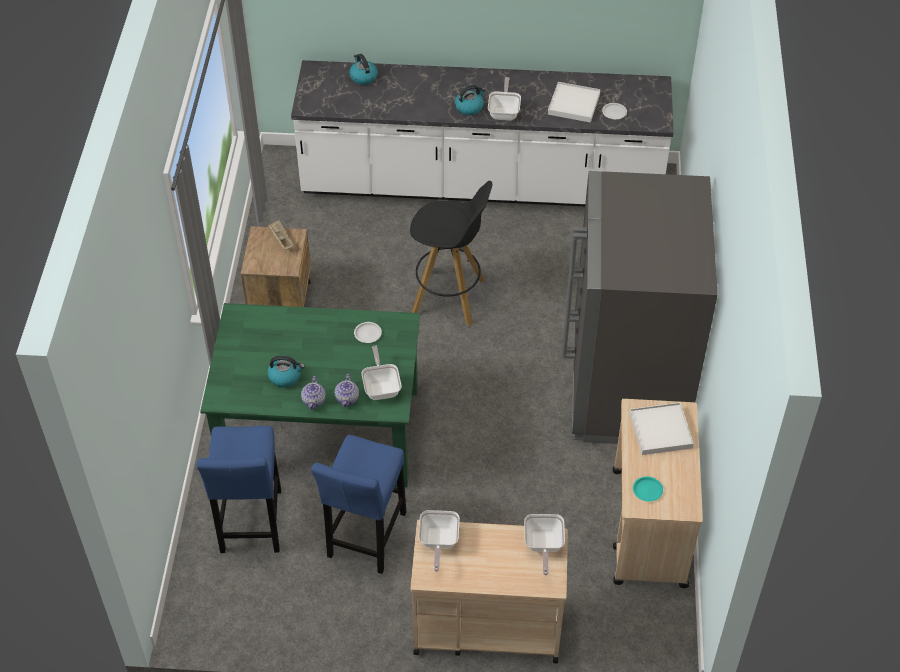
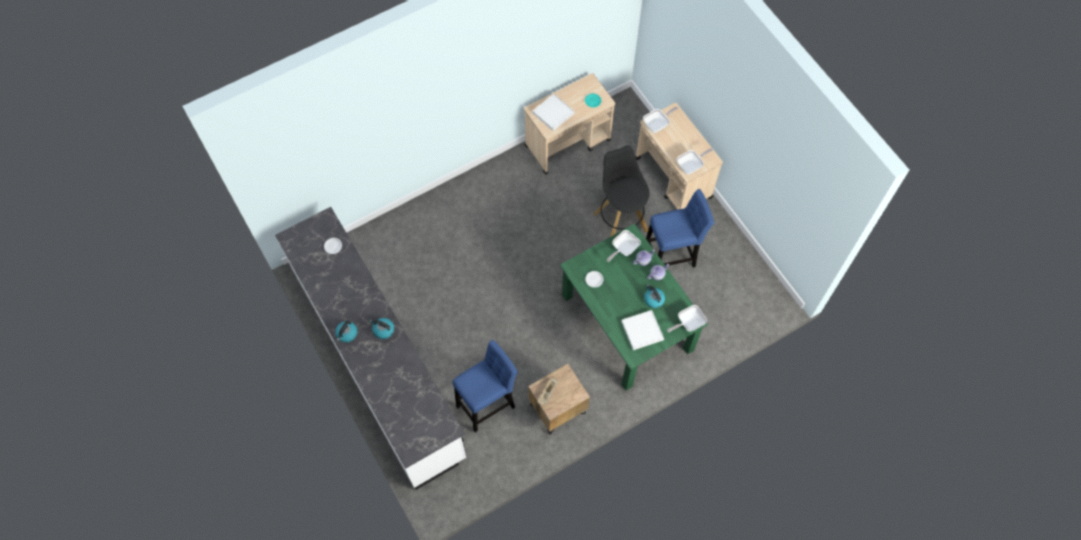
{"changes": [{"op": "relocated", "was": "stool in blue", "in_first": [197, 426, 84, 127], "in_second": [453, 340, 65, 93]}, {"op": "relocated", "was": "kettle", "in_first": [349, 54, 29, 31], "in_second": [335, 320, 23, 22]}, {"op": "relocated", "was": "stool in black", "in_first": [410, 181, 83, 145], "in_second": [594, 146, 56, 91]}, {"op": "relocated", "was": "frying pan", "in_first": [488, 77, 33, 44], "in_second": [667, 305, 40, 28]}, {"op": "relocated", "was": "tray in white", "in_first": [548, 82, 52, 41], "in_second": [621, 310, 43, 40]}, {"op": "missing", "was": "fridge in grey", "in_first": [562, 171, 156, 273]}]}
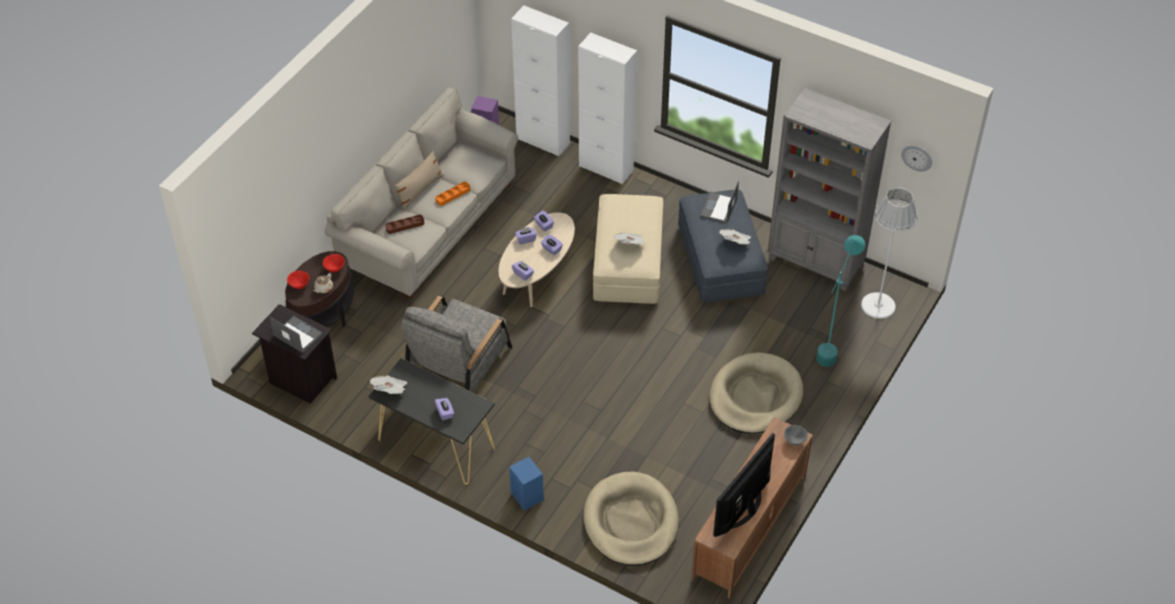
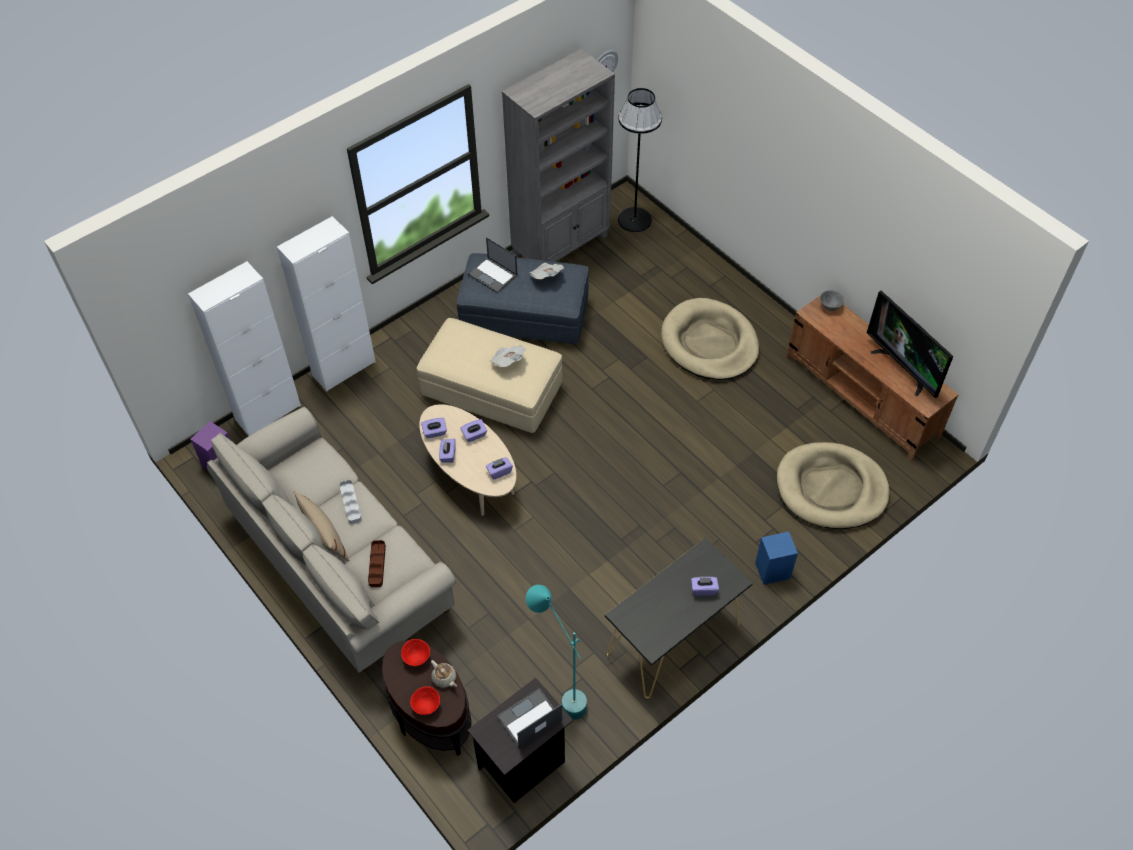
{"changes": [{"op": "missing", "was": "newspaper", "in_first": [370, 375, 37, 19]}, {"op": "missing", "was": "armchair in grey", "in_first": [402, 295, 110, 97]}, {"op": "colour", "was": "tray in orange", "now": "tray in grey", "in_first": [435, 182, 36, 24], "in_second": [339, 480, 23, 44]}, {"op": "relocated", "was": "floor lamp in turquoise", "in_first": [816, 235, 49, 132], "in_second": [526, 585, 61, 135]}, {"op": "colour", "was": "floor lamp in white", "now": "floor lamp in black", "in_first": [861, 188, 57, 131], "in_second": [618, 88, 44, 144]}]}
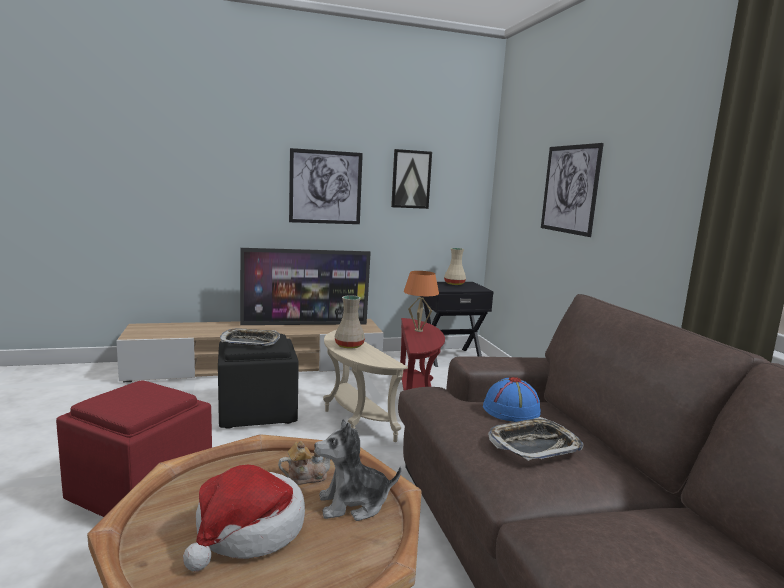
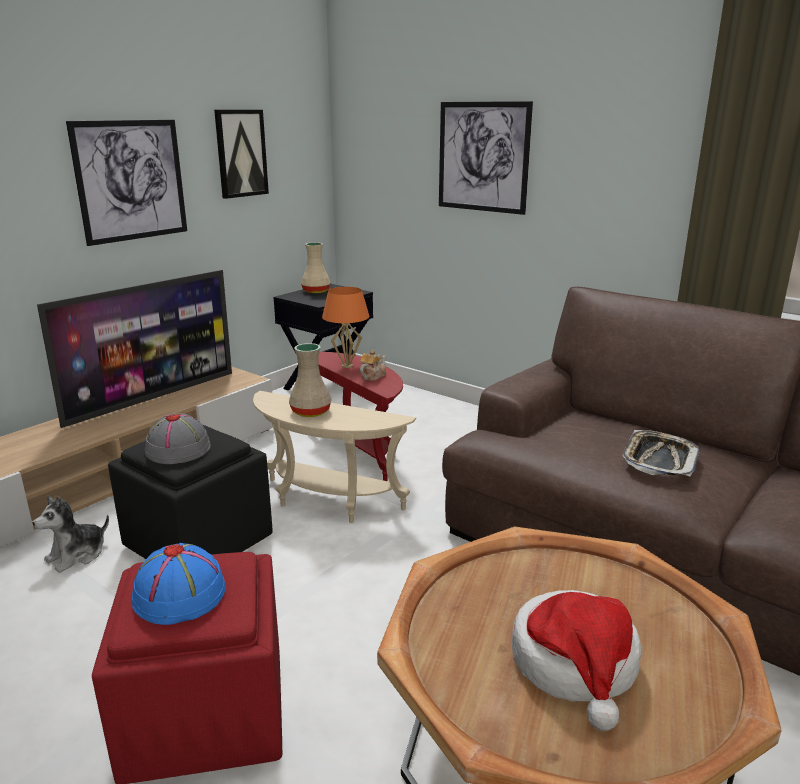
{"changes": [{"op": "exchanged", "was": "tray", "now": "hat in grey", "in_first": [220, 328, 60, 18], "in_second": [145, 413, 66, 51]}, {"op": "relocated", "was": "teapot", "in_first": [278, 441, 52, 44], "in_second": [360, 350, 26, 31]}, {"op": "relocated", "was": "plush toy", "in_first": [314, 419, 87, 102], "in_second": [32, 496, 77, 77]}, {"op": "relocated", "was": "hat in blue", "in_first": [483, 377, 58, 45], "in_second": [132, 543, 93, 82]}]}
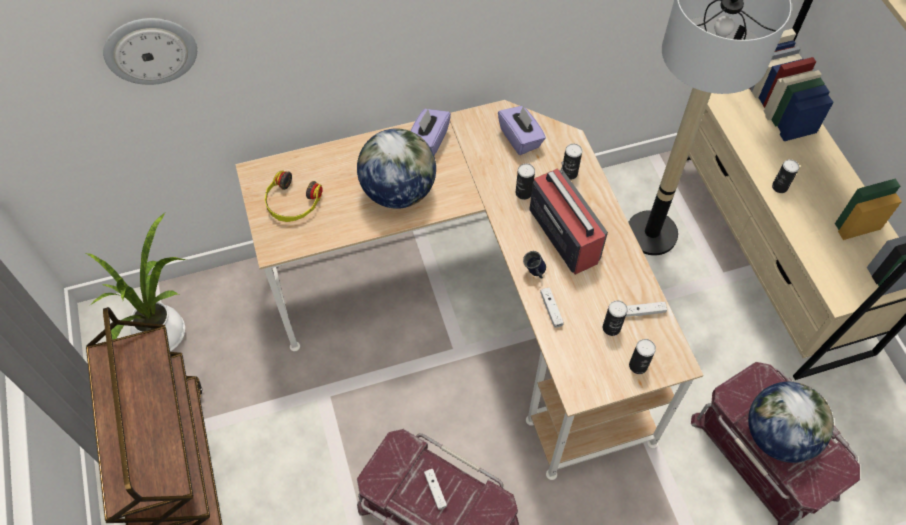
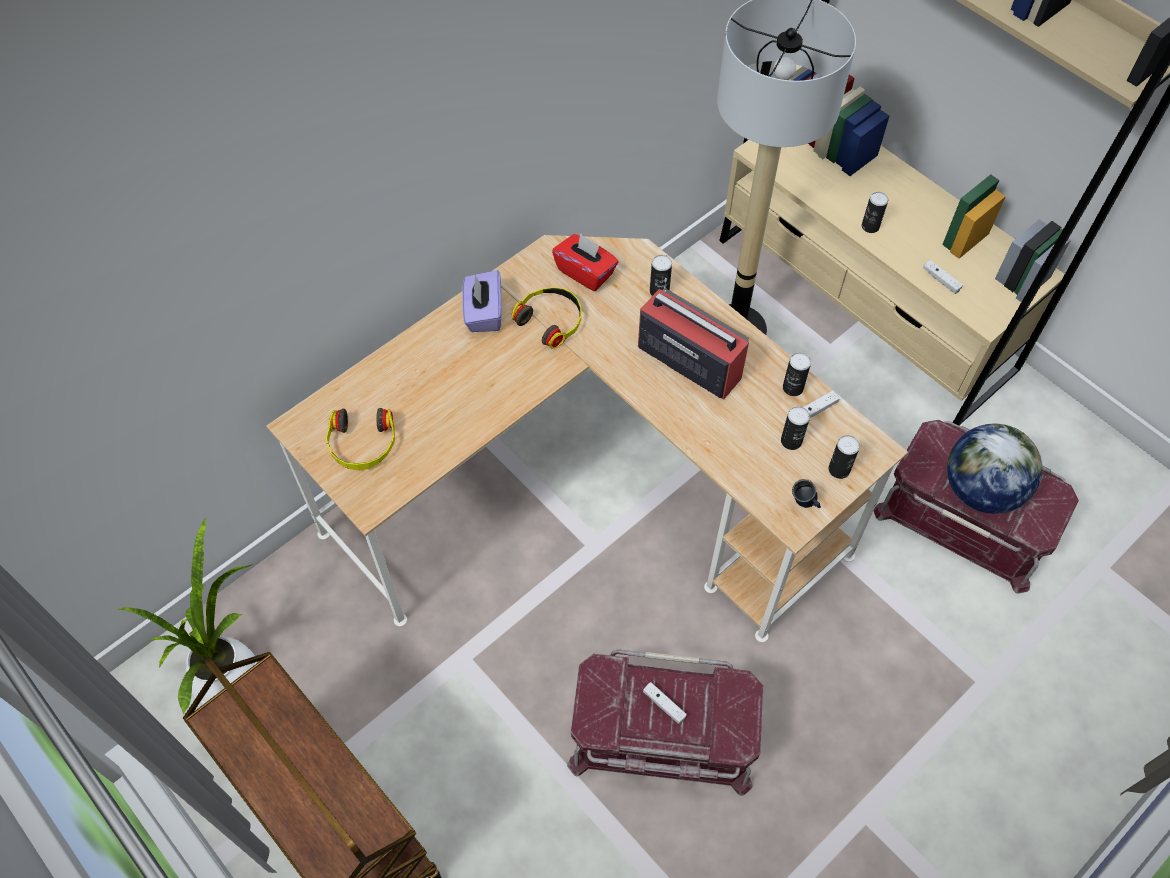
{"changes": [{"op": "missing", "was": "wall clock", "in_first": [103, 18, 94, 67]}, {"op": "missing", "was": "globe", "in_first": [357, 128, 79, 81]}, {"op": "colour", "was": "tissue box in purple", "now": "tissue box in red", "in_first": [498, 106, 48, 49], "in_second": [552, 233, 67, 58]}, {"op": "relocated", "was": "can", "in_first": [516, 164, 19, 36], "in_second": [783, 352, 28, 44]}, {"op": "relocated", "was": "mug in blue", "in_first": [523, 251, 23, 28], "in_second": [792, 479, 29, 29]}, {"op": "relocated", "was": "game controller in white", "in_first": [540, 287, 24, 41], "in_second": [923, 260, 40, 34]}, {"op": "appeared", "now": "headphones", "in_second": [512, 287, 69, 62]}]}
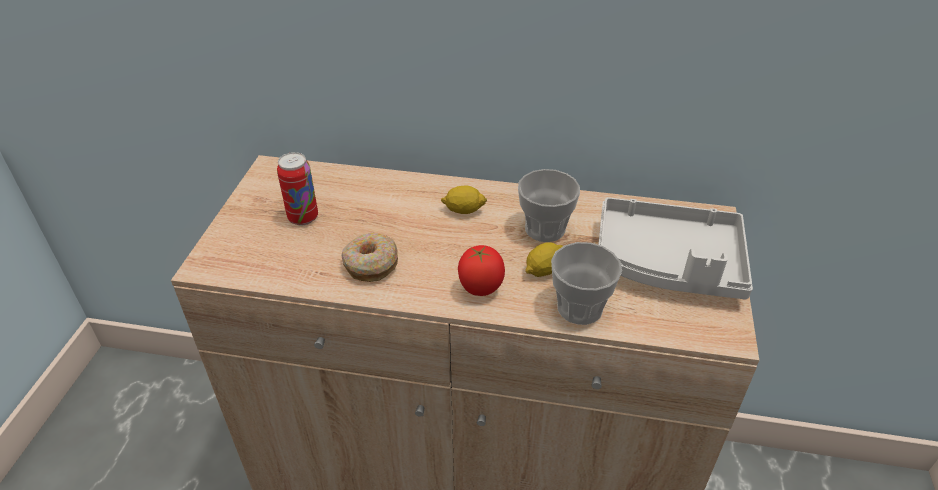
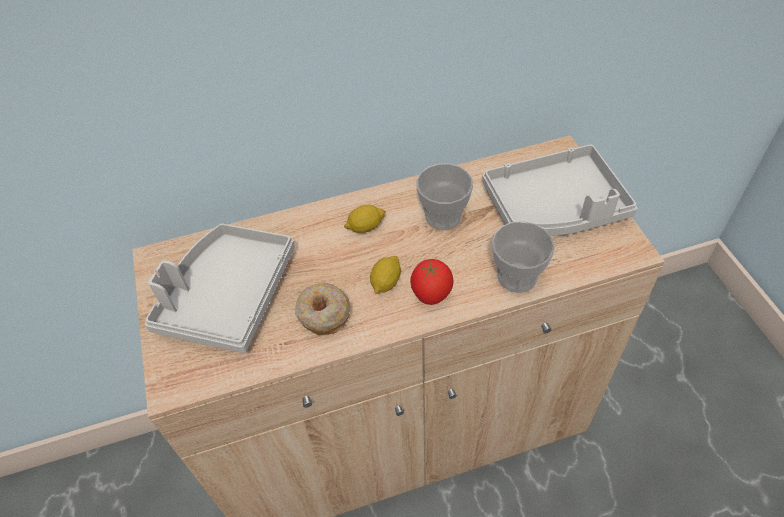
{"changes": [{"op": "exchanged", "was": "can", "now": "tray in grey", "in_first": [277, 152, 41, 74], "in_second": [145, 224, 150, 129]}, {"op": "relocated", "was": "lemon", "in_first": [526, 242, 37, 35], "in_second": [370, 256, 31, 38]}]}
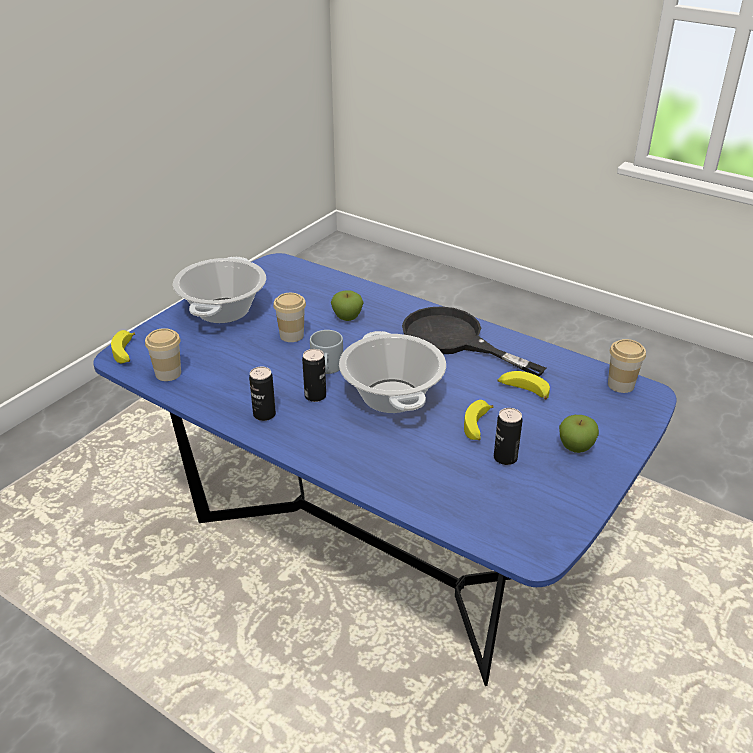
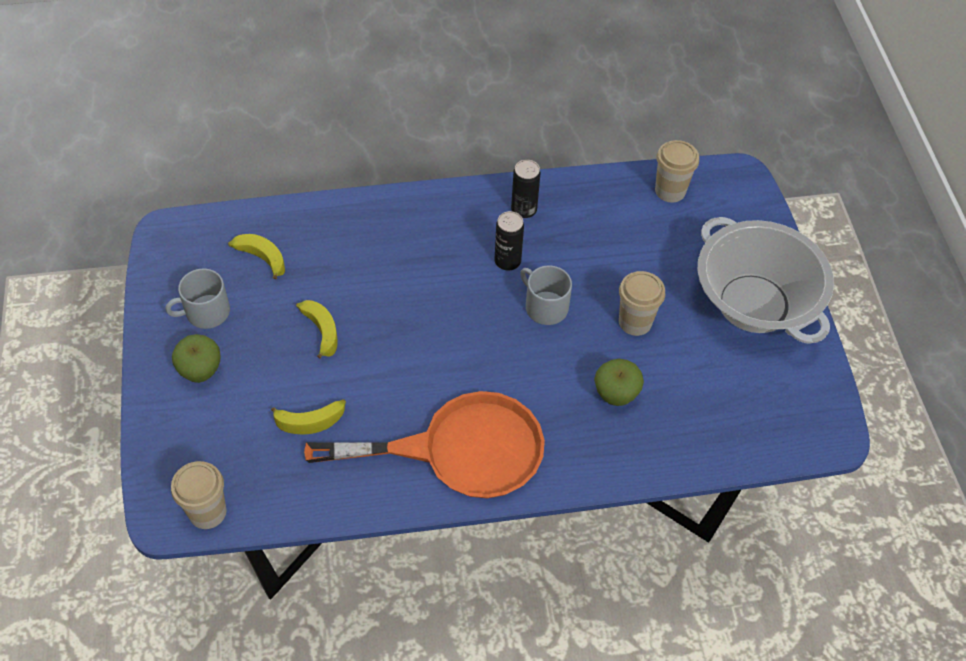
{"changes": [{"op": "relocated", "was": "banana", "in_first": [111, 330, 24, 33], "in_second": [228, 234, 57, 45]}, {"op": "missing", "was": "cooking pot", "in_first": [339, 331, 107, 82]}, {"op": "colour", "was": "frying pan in black", "now": "frying pan in orange", "in_first": [402, 306, 144, 71], "in_second": [304, 391, 241, 107]}, {"op": "missing", "was": "can", "in_first": [494, 408, 29, 57]}, {"op": "appeared", "now": "mug in grey", "in_second": [165, 269, 65, 60]}]}
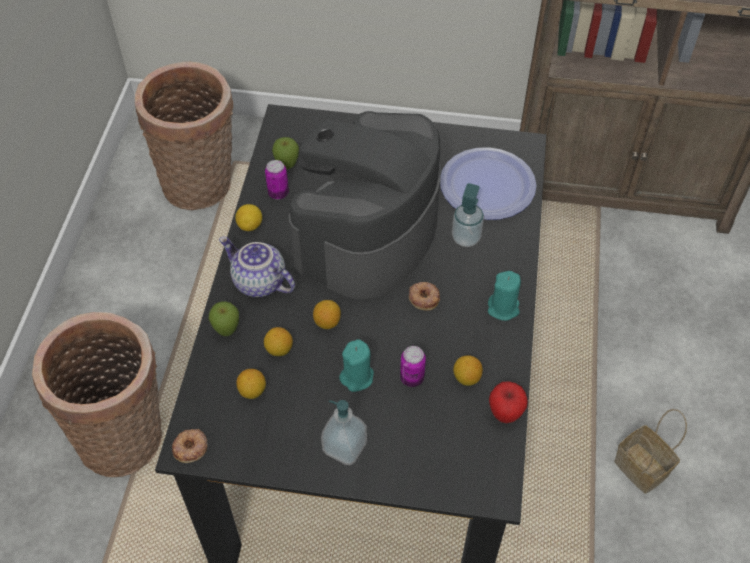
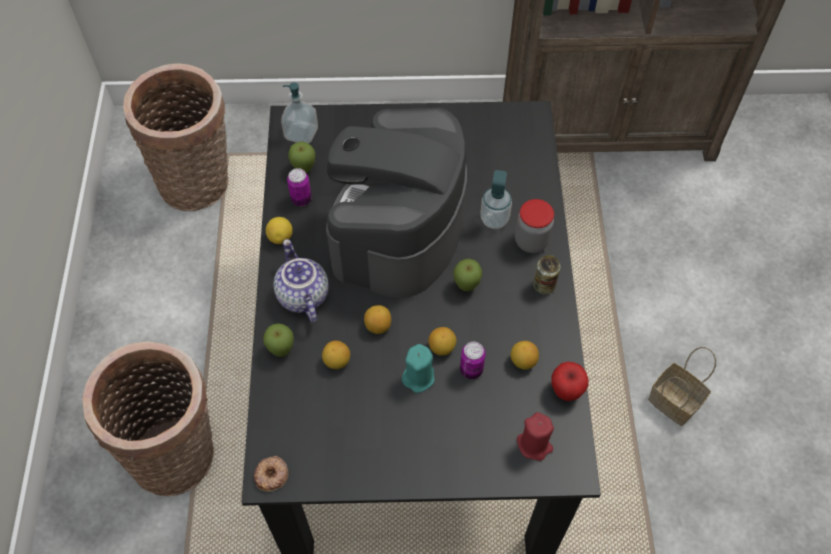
{"changes": [{"op": "spun", "was": "teapot", "in_first": [219, 237, 76, 60], "in_second": [273, 239, 56, 84], "clockwise": 45}, {"op": "relocated", "was": "lemon", "in_first": [236, 369, 30, 30], "in_second": [428, 327, 28, 29]}, {"op": "relocated", "was": "soap dispenser", "in_first": [321, 400, 46, 65], "in_second": [281, 83, 37, 61]}, {"op": "exchanged", "was": "donut", "now": "apple", "in_first": [409, 282, 31, 29], "in_second": [453, 259, 29, 32]}, {"op": "missing", "was": "plate", "in_first": [440, 147, 97, 73]}, {"op": "exchanged", "was": "candle in turquoise", "now": "can", "in_first": [488, 271, 33, 50], "in_second": [533, 255, 27, 39]}, {"op": "appeared", "now": "jar", "in_second": [515, 199, 39, 54]}, {"op": "appeared", "now": "candle in red", "in_second": [517, 412, 37, 49]}]}
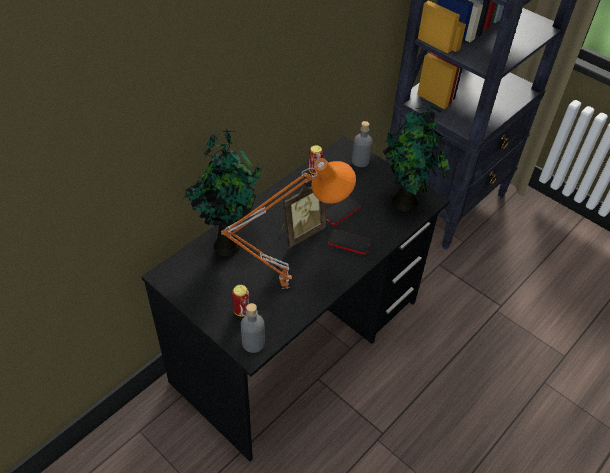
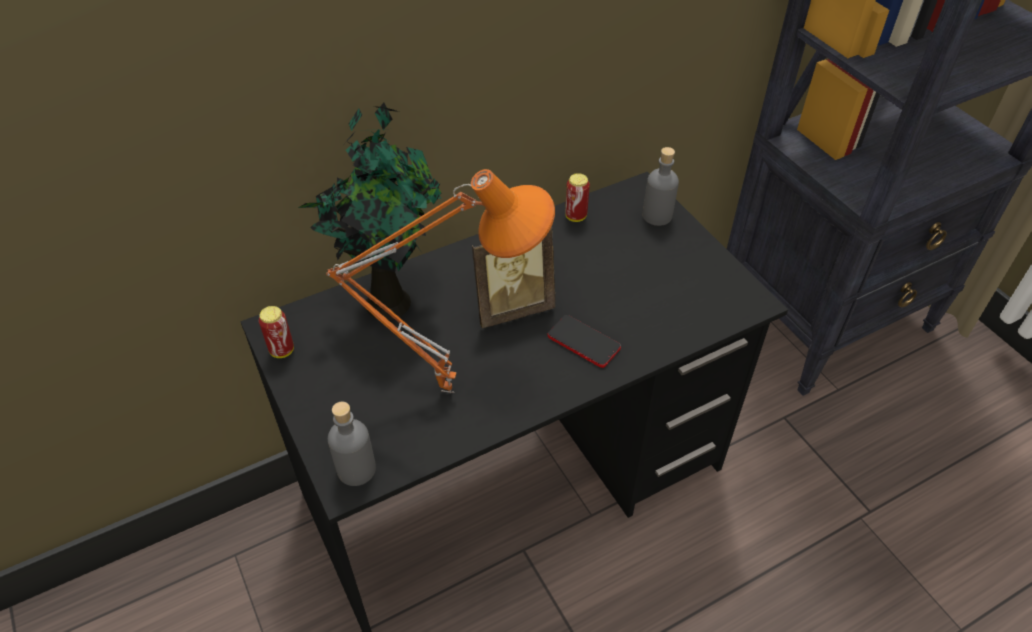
{"changes": [{"op": "relocated", "was": "can", "in_first": [232, 285, 17, 32], "in_second": [259, 306, 35, 52]}, {"op": "missing", "was": "phone", "in_first": [326, 197, 35, 29]}, {"op": "missing", "was": "potted plant", "in_first": [382, 106, 68, 106]}]}
